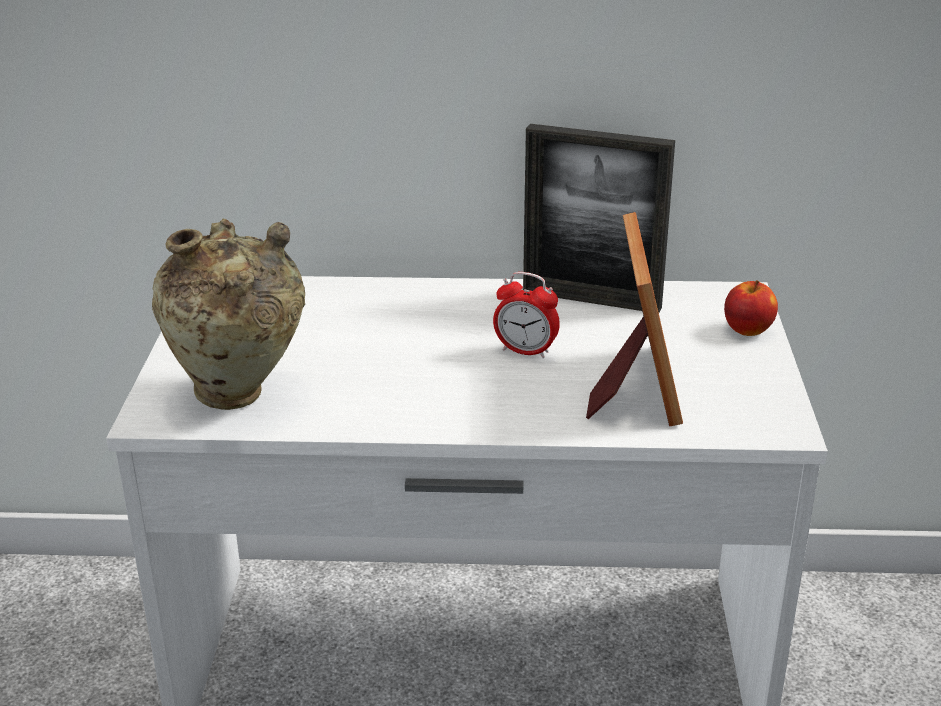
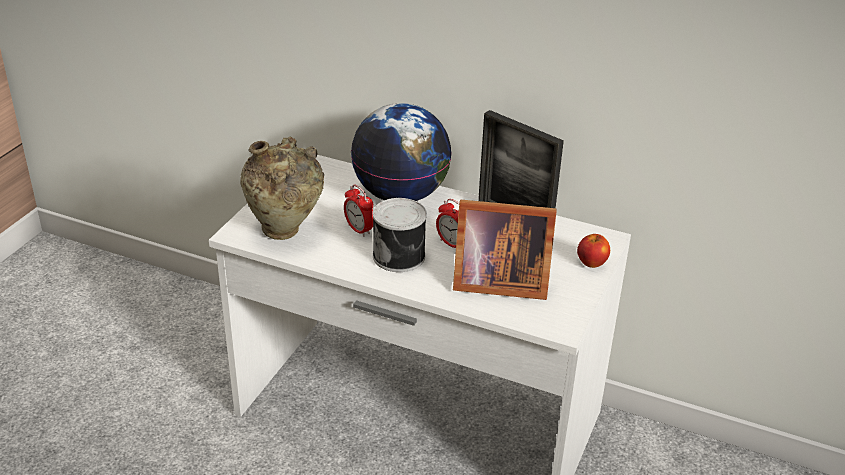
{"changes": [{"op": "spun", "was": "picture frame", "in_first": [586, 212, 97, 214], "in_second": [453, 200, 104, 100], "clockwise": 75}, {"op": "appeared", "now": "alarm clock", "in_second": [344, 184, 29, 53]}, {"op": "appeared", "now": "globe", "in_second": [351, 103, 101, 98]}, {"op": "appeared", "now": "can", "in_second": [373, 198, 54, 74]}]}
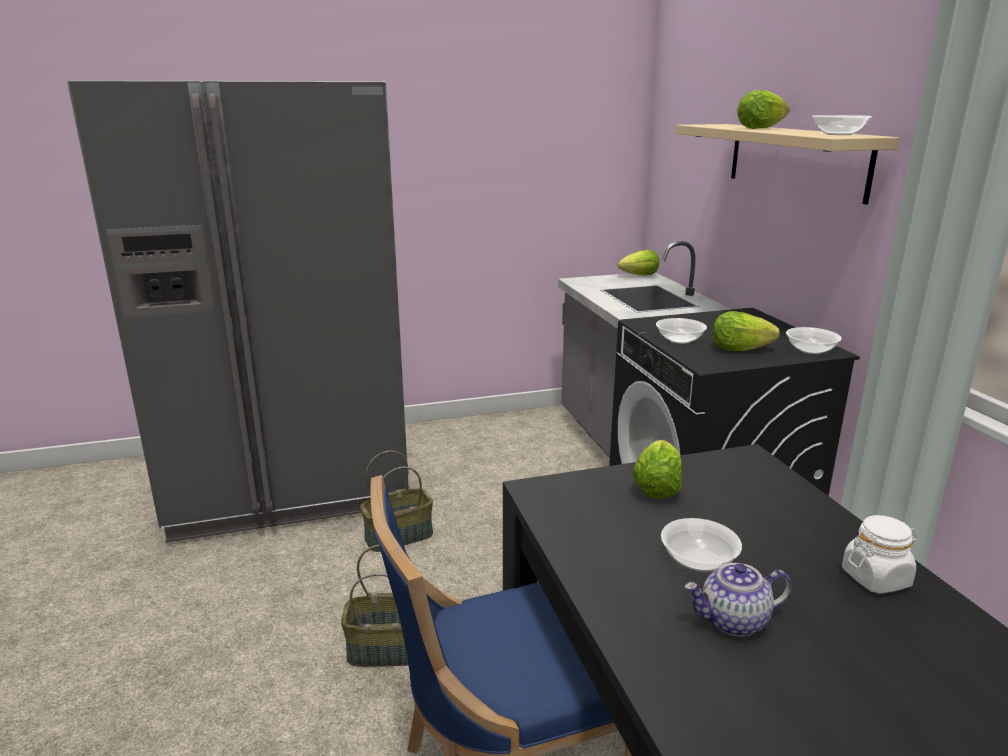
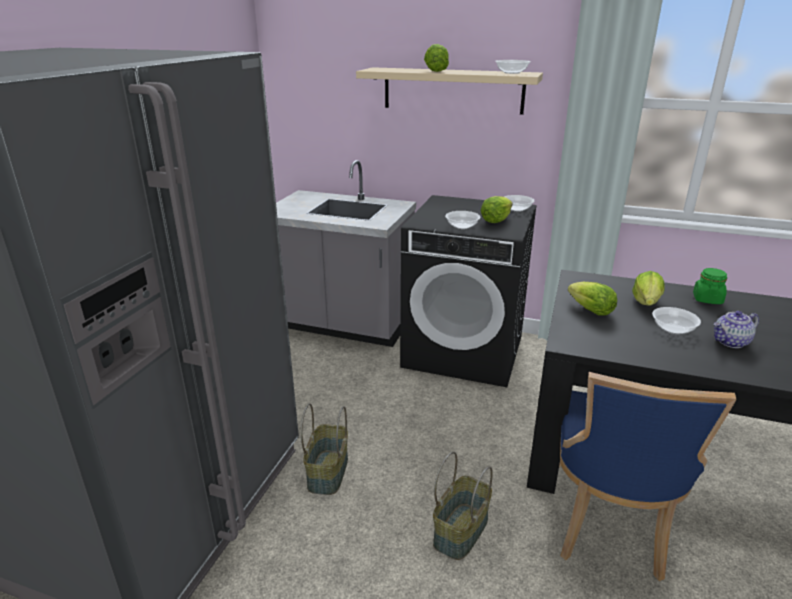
{"changes": [{"op": "relocated", "was": "lettuce", "in_first": [618, 250, 41, 26], "in_second": [632, 271, 33, 35]}, {"op": "spun", "was": "teapot", "in_first": [685, 563, 107, 74], "in_second": [714, 311, 45, 37], "clockwise": 45}, {"op": "colour", "was": "jar in white", "now": "jar in green", "in_first": [842, 515, 75, 79], "in_second": [693, 268, 34, 36]}]}
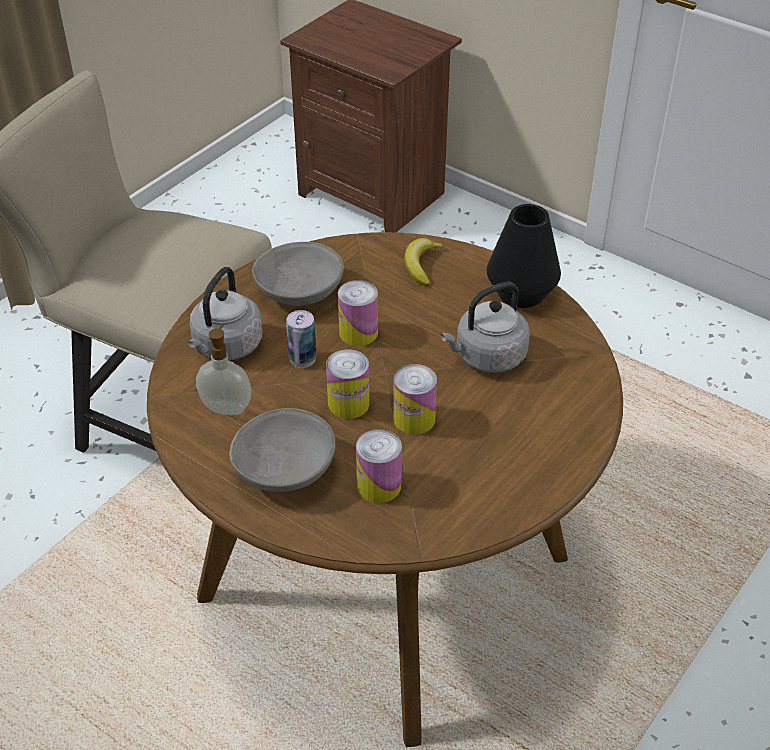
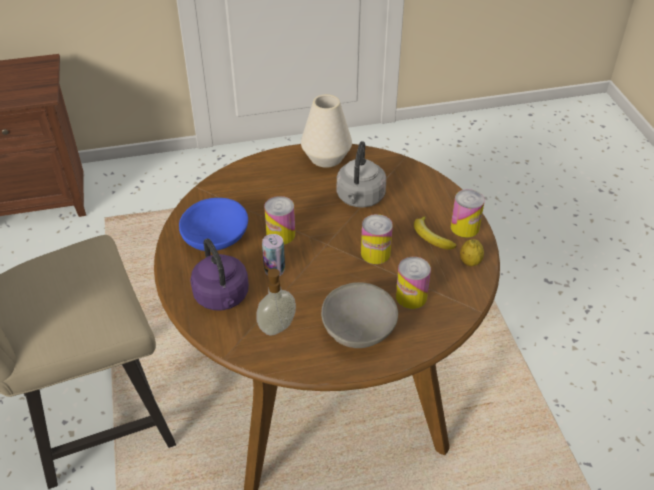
{"changes": [{"op": "colour", "was": "kettle in grey", "now": "kettle in purple", "in_first": [188, 267, 74, 93], "in_second": [190, 238, 59, 72]}, {"op": "colour", "was": "bowl in grey", "now": "bowl in blue", "in_first": [252, 242, 92, 64], "in_second": [179, 198, 69, 53]}, {"op": "relocated", "was": "can", "in_first": [326, 349, 43, 70], "in_second": [451, 189, 34, 49]}, {"op": "relocated", "was": "banana", "in_first": [404, 238, 42, 49], "in_second": [414, 216, 43, 34]}, {"op": "colour", "was": "vase in black", "now": "vase in white", "in_first": [487, 204, 74, 104], "in_second": [301, 94, 51, 74]}, {"op": "appeared", "now": "lemon", "in_second": [460, 239, 24, 27]}]}
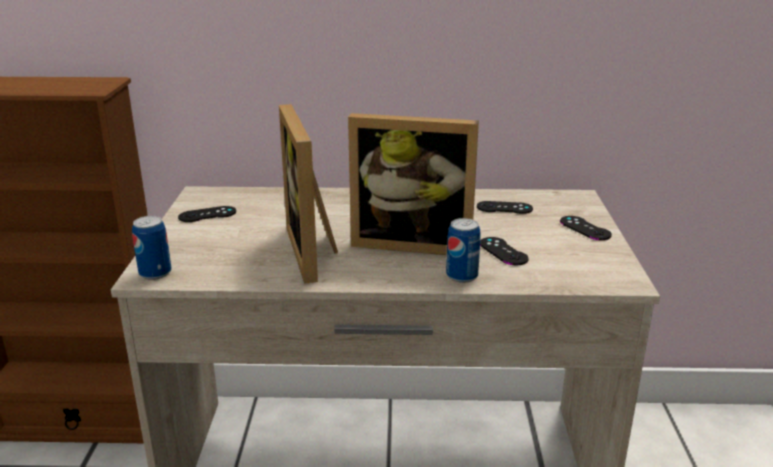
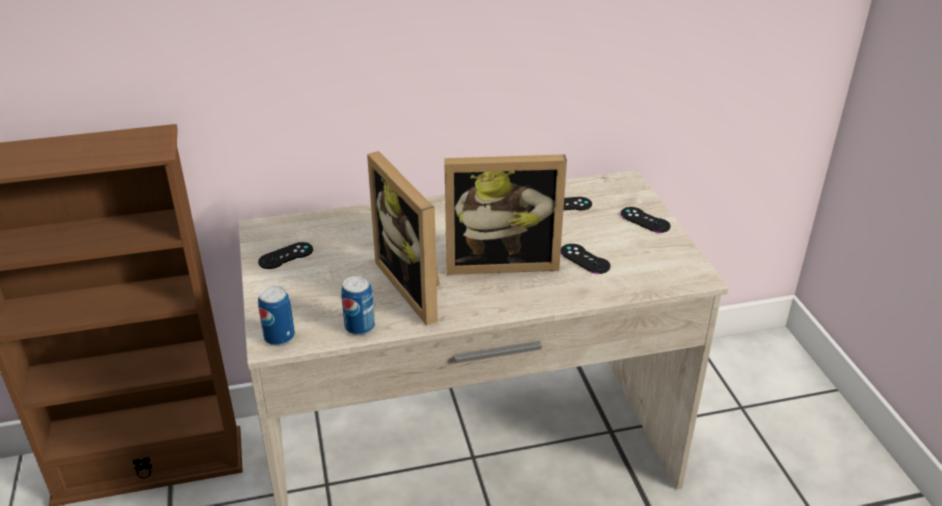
{"changes": [{"op": "relocated", "was": "can", "in_first": [446, 218, 35, 65], "in_second": [341, 276, 34, 59]}]}
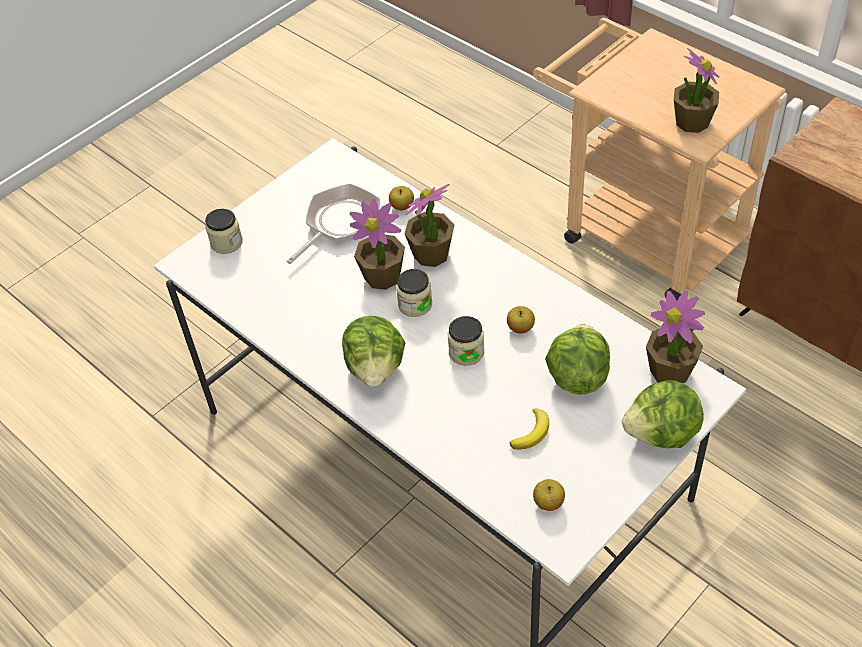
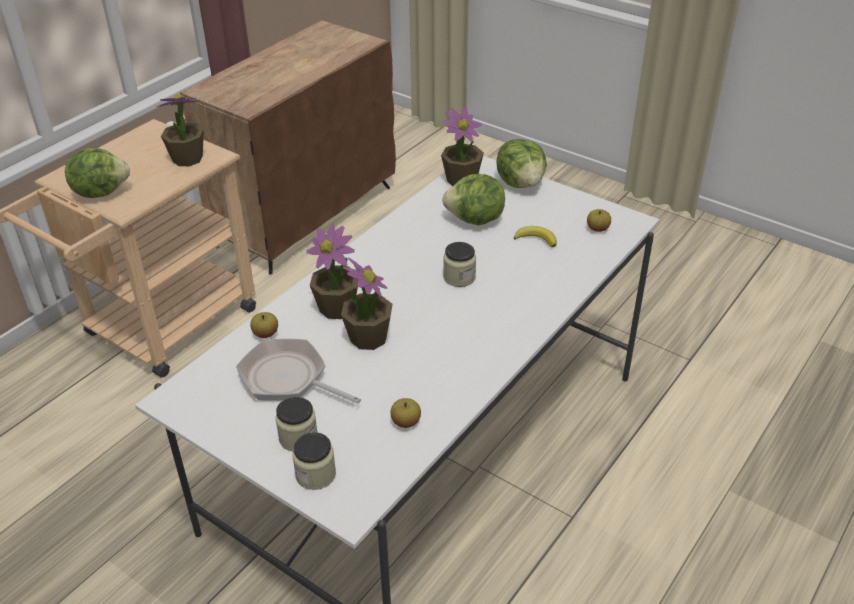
{"changes": [{"op": "relocated", "was": "lettuce", "in_first": [342, 316, 63, 71], "in_second": [65, 148, 65, 50]}, {"op": "relocated", "was": "jar", "in_first": [396, 269, 36, 48], "in_second": [276, 397, 42, 54]}, {"op": "relocated", "was": "apple", "in_first": [507, 306, 28, 28], "in_second": [390, 398, 31, 30]}]}
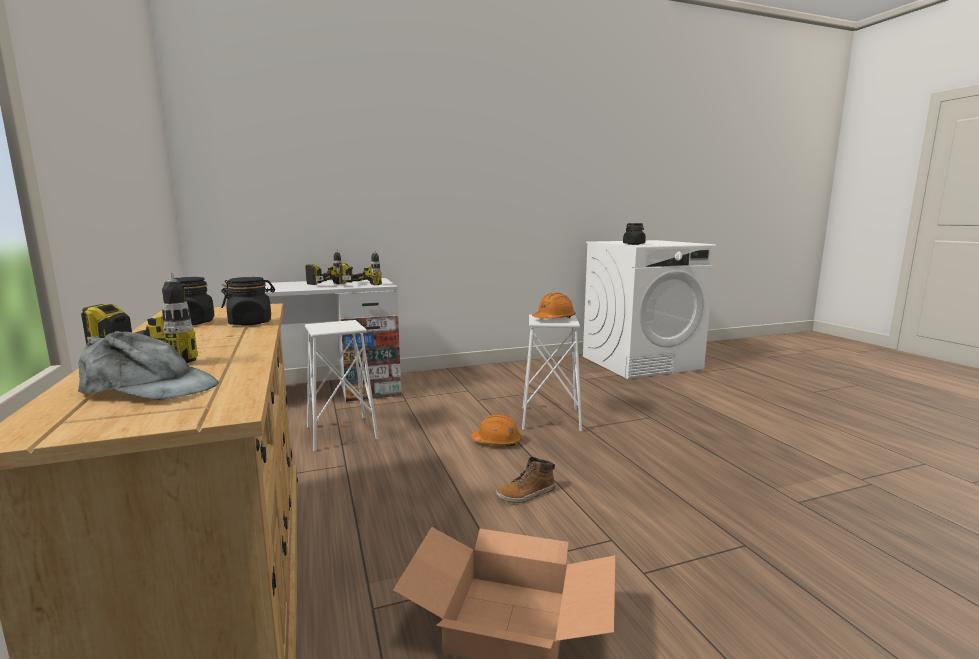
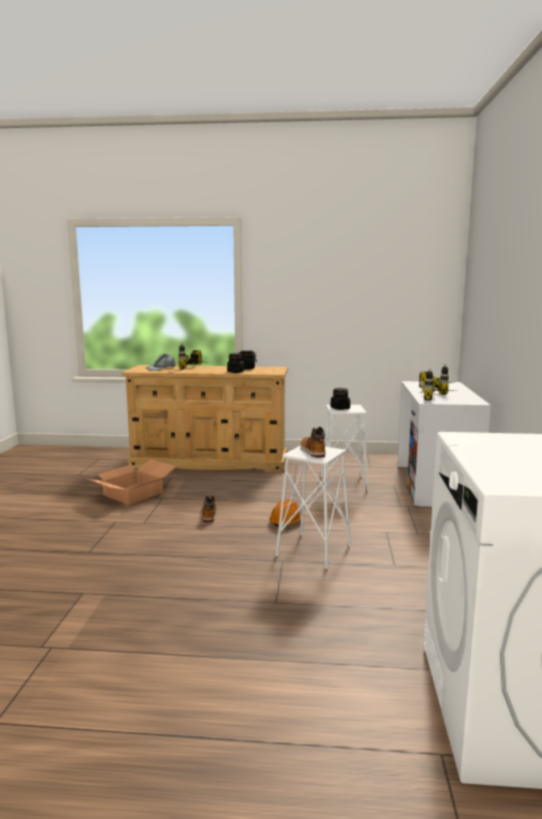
{"changes": [{"op": "exchanged", "was": "hard hat in orange", "now": "boot", "in_first": [532, 292, 44, 27], "in_second": [300, 427, 25, 31]}, {"op": "relocated", "was": "jar in black", "in_first": [623, 223, 23, 22], "in_second": [331, 388, 19, 22]}]}
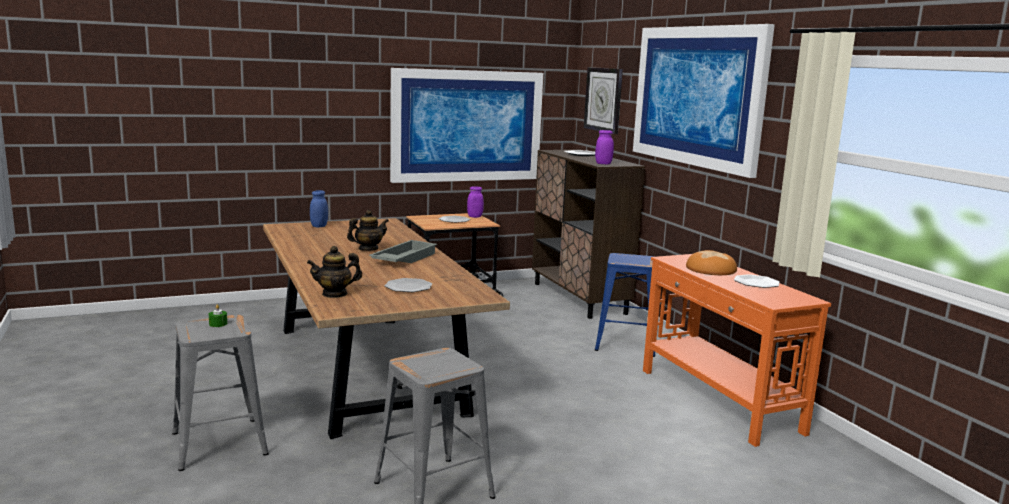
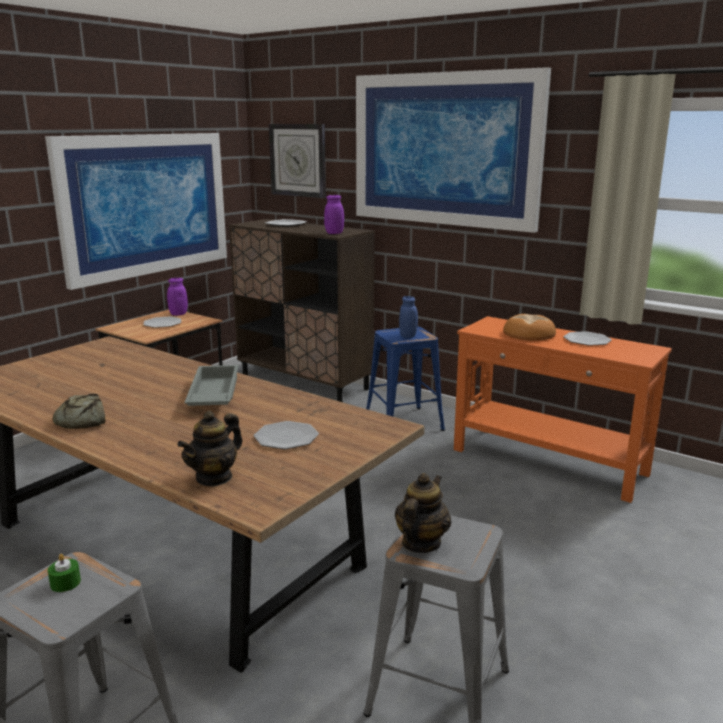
{"changes": [{"op": "relocated", "was": "jar in blue", "in_first": [310, 190, 18, 38], "in_second": [399, 296, 19, 42]}, {"op": "relocated", "was": "teapot", "in_first": [347, 210, 42, 41], "in_second": [395, 473, 56, 80]}, {"op": "appeared", "now": "bread", "in_second": [53, 394, 52, 35]}]}
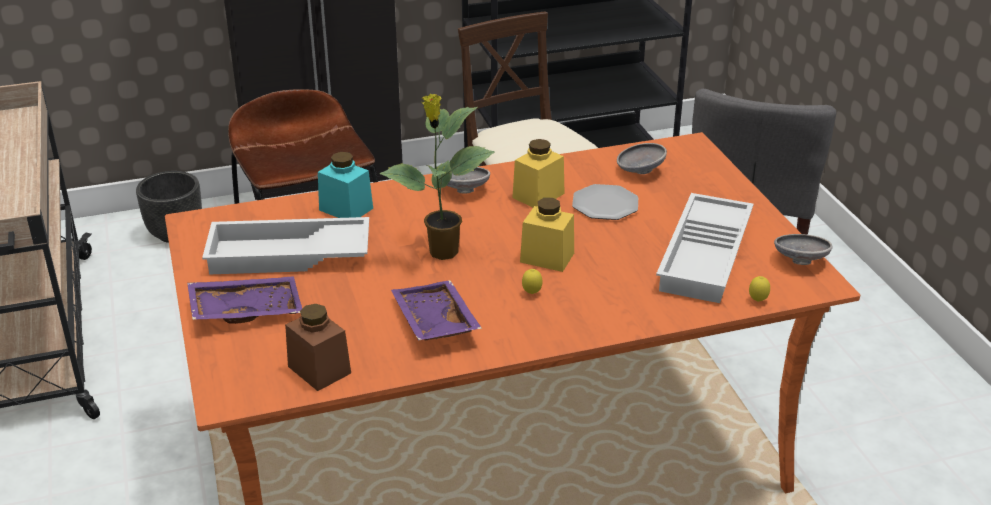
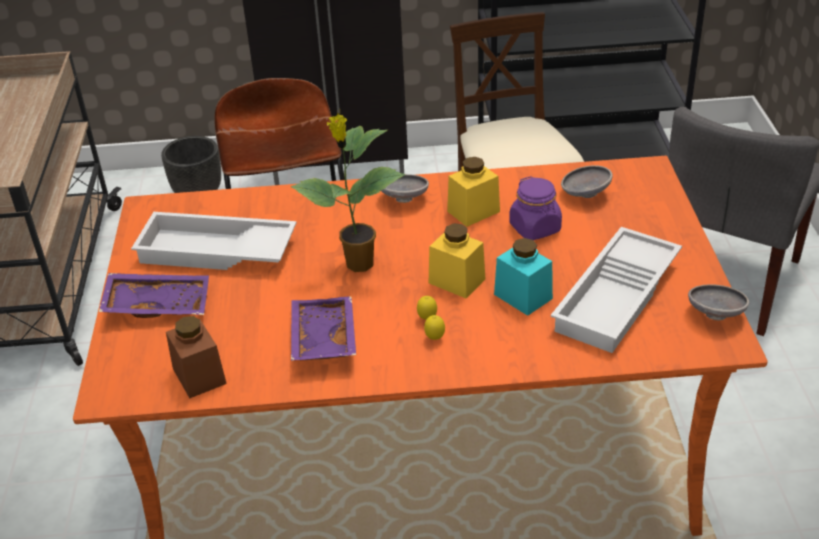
{"changes": [{"op": "relocated", "was": "jar in turquoise", "in_first": [318, 152, 55, 66], "in_second": [494, 238, 59, 78]}, {"op": "exchanged", "was": "plate", "now": "jar in purple", "in_first": [572, 184, 66, 36], "in_second": [509, 176, 53, 64]}, {"op": "relocated", "was": "lemon", "in_first": [749, 276, 21, 26], "in_second": [424, 315, 21, 25]}]}
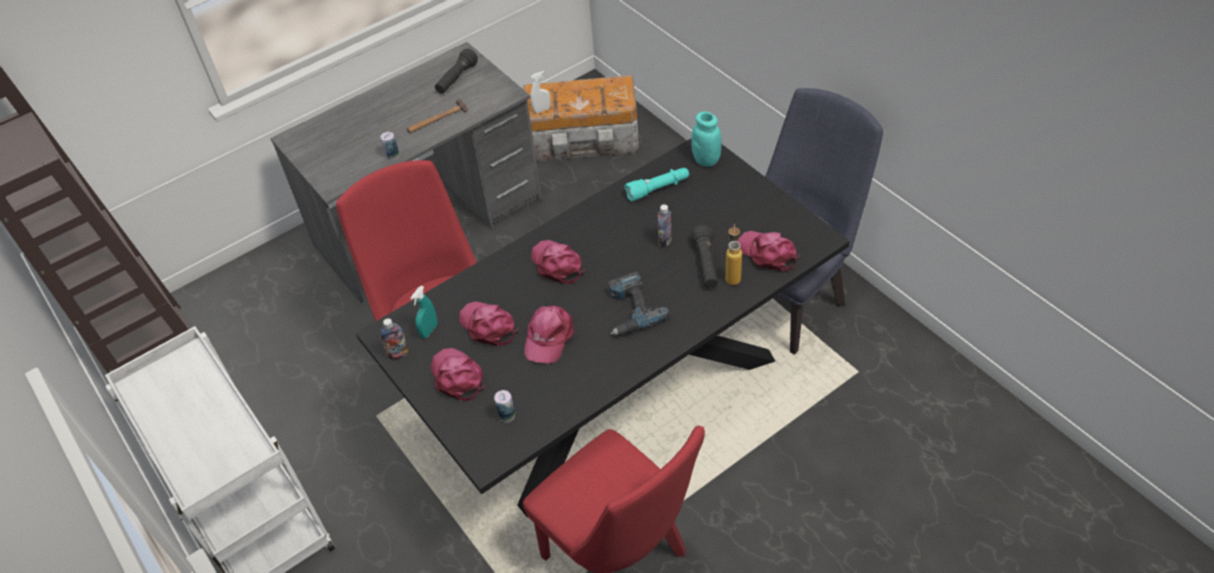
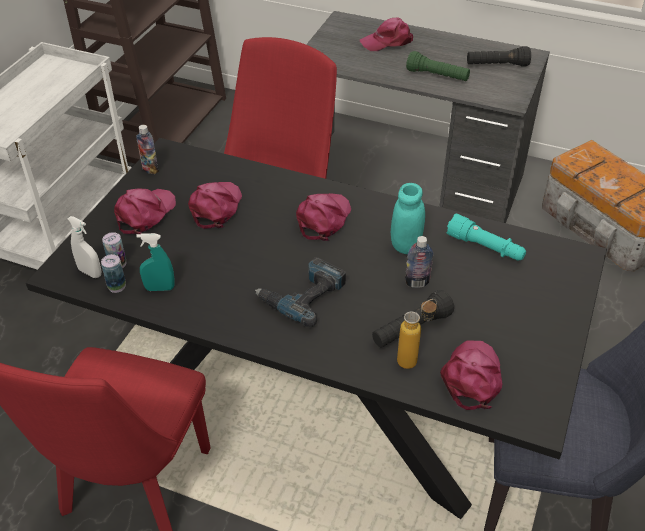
{"changes": [{"op": "relocated", "was": "can", "in_first": [380, 132, 19, 28], "in_second": [101, 254, 25, 39]}, {"op": "exchanged", "was": "hammer", "now": "flashlight in green", "in_first": [407, 99, 61, 34], "in_second": [406, 51, 64, 30]}, {"op": "relocated", "was": "spray bottle in turquoise", "in_first": [410, 286, 28, 53], "in_second": [136, 233, 39, 58]}, {"op": "relocated", "was": "cap in pink", "in_first": [524, 306, 50, 58], "in_second": [360, 17, 53, 34]}, {"op": "relocated", "was": "spray bottle in white", "in_first": [530, 71, 21, 42], "in_second": [68, 216, 33, 62]}, {"op": "relocated", "was": "jar in turquoise", "in_first": [691, 111, 31, 56], "in_second": [391, 183, 34, 71]}]}
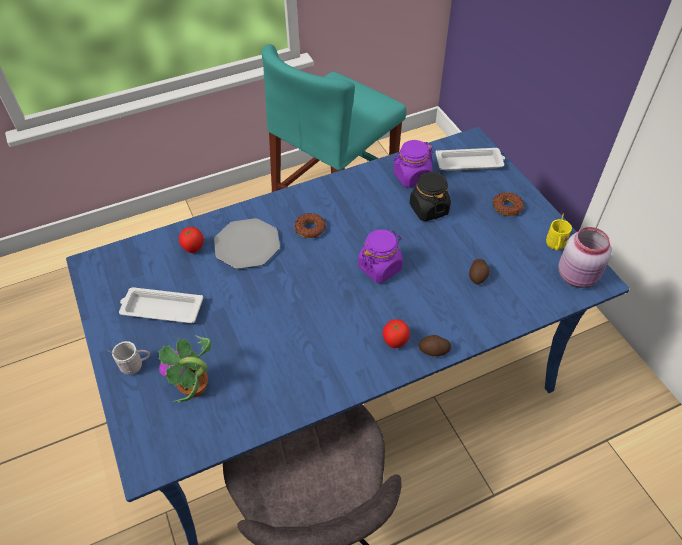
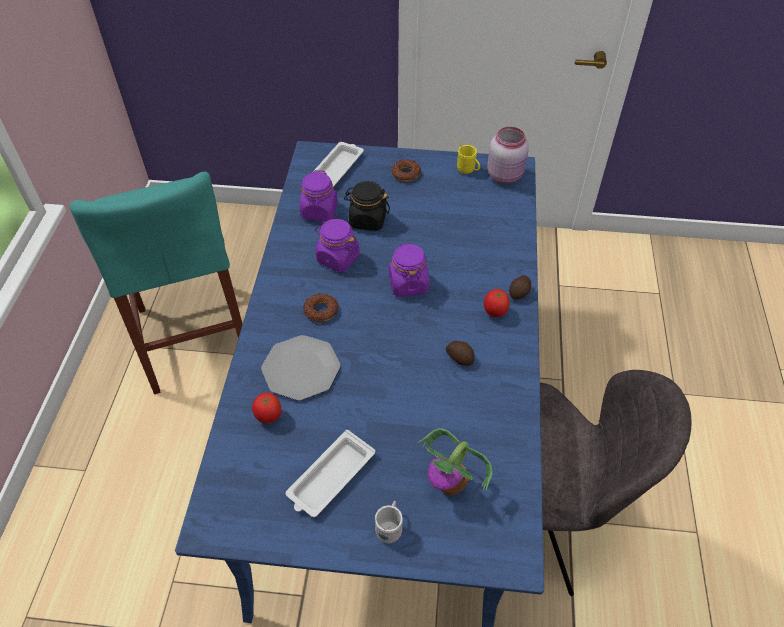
{"changes": [{"op": "relocated", "was": "potato", "in_first": [469, 259, 21, 25], "in_second": [446, 341, 29, 25]}, {"op": "appeared", "now": "jar in purple", "in_second": [314, 219, 46, 53]}]}
